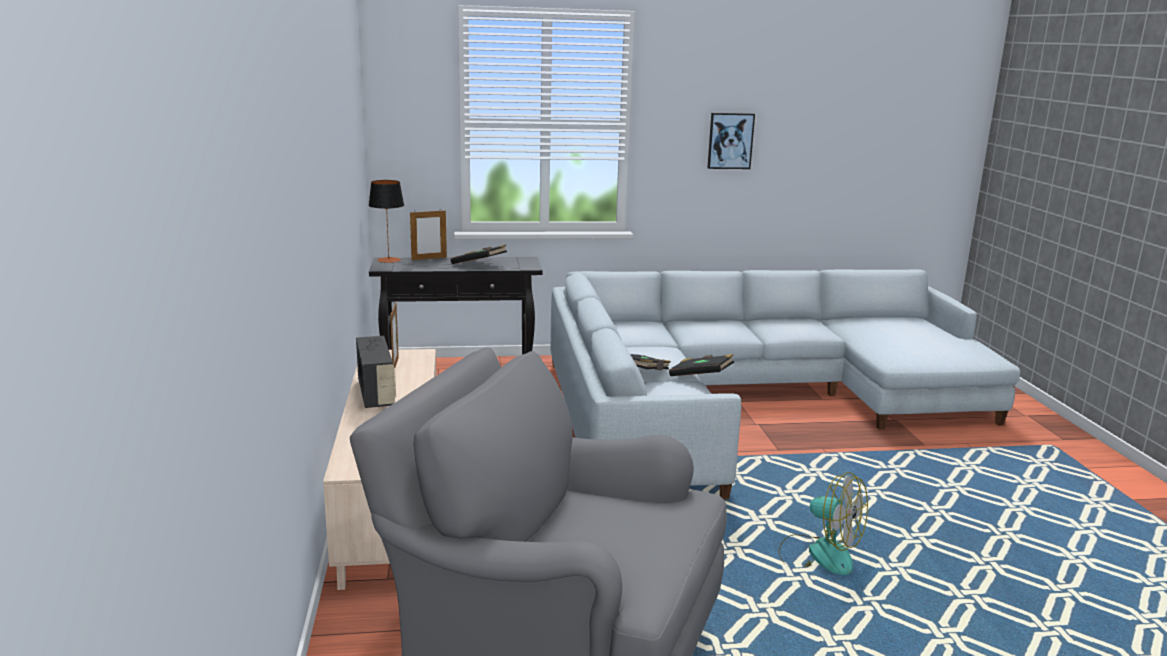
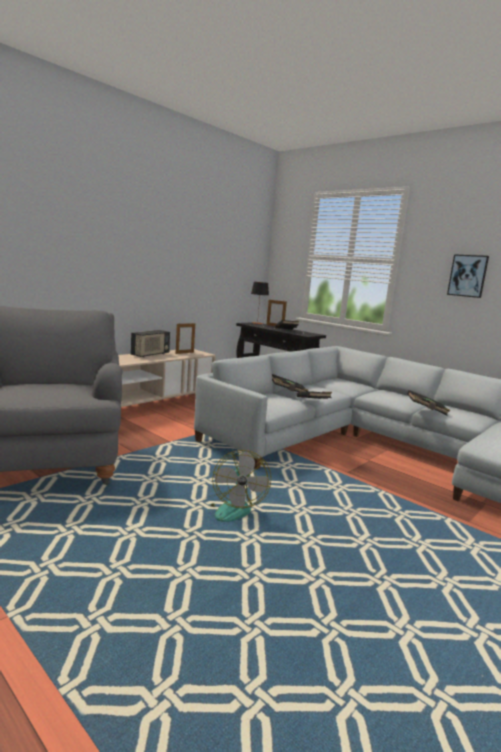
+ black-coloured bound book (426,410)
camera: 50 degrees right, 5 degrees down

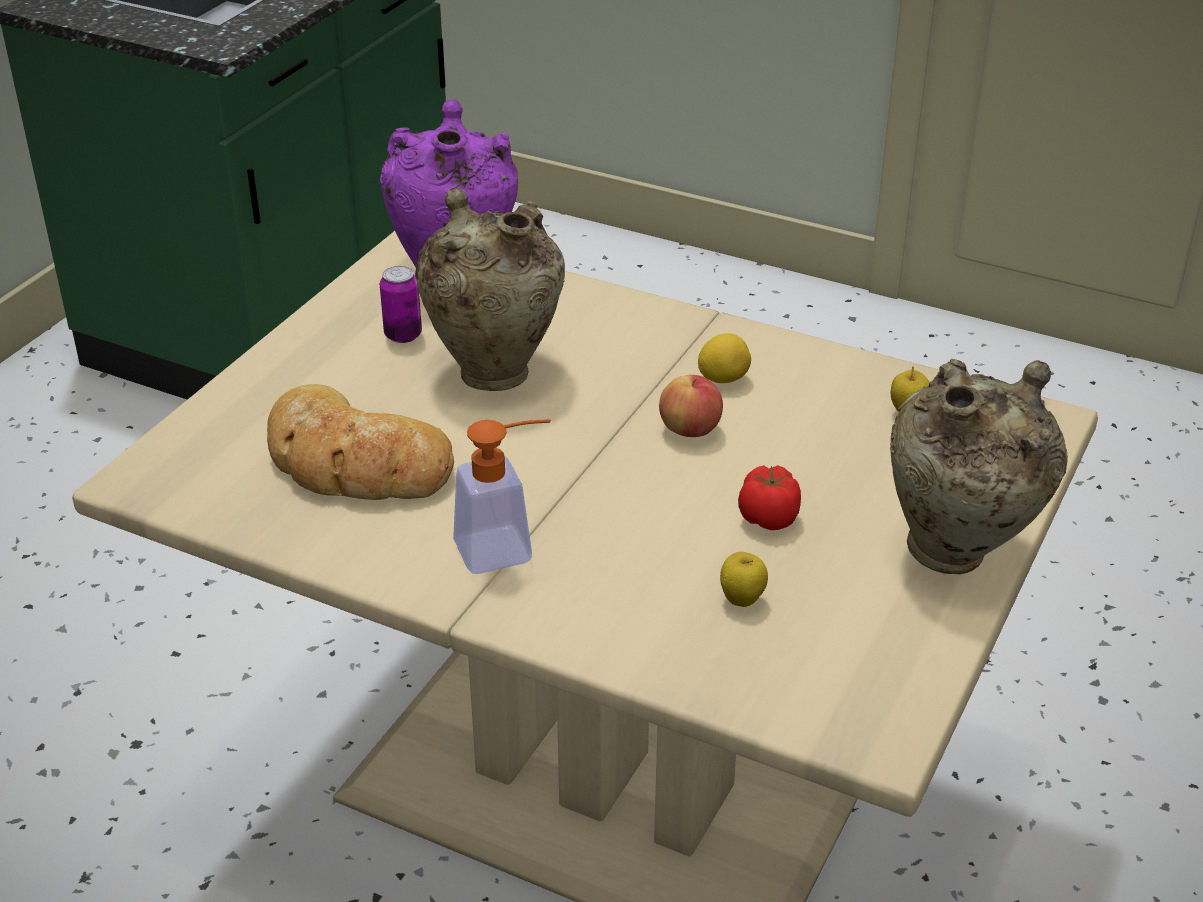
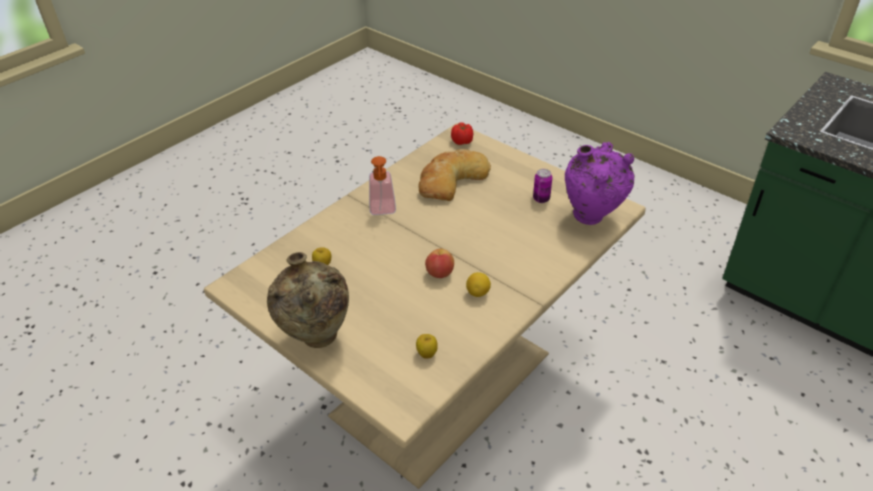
- beige vase (494,371)
~ whole tomato (769,517) to (462,141)
camera: 105 degrees right, 5 degrees up

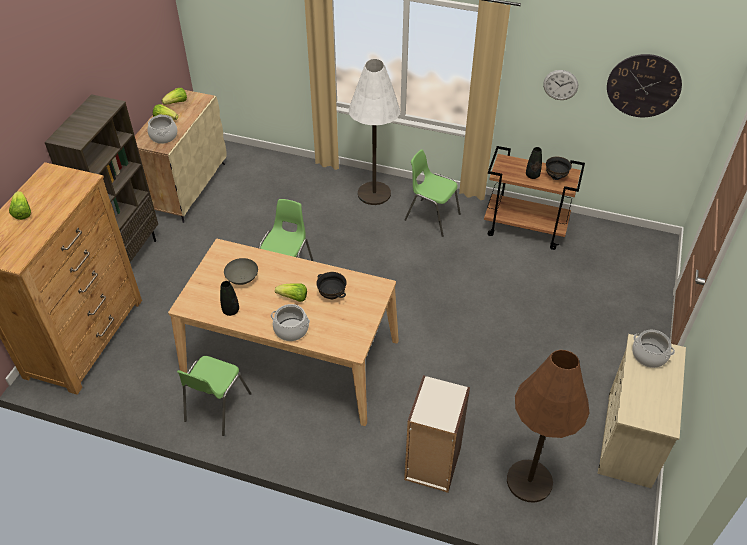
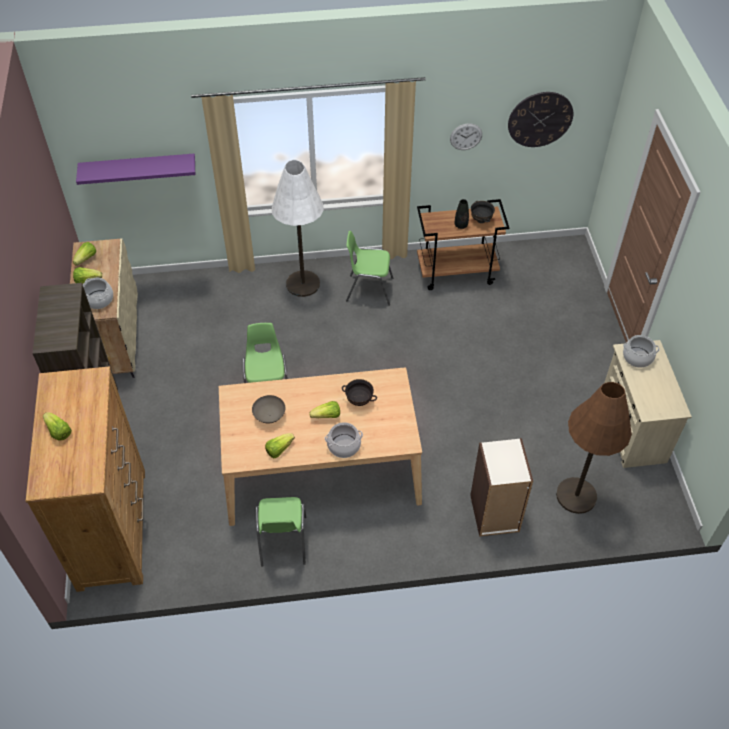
~ black-coloured vase (231,311) to lettuce (279,449)
+ purple bracket shelf (138,168)
camera: 25 degrees left, 5 degrees up

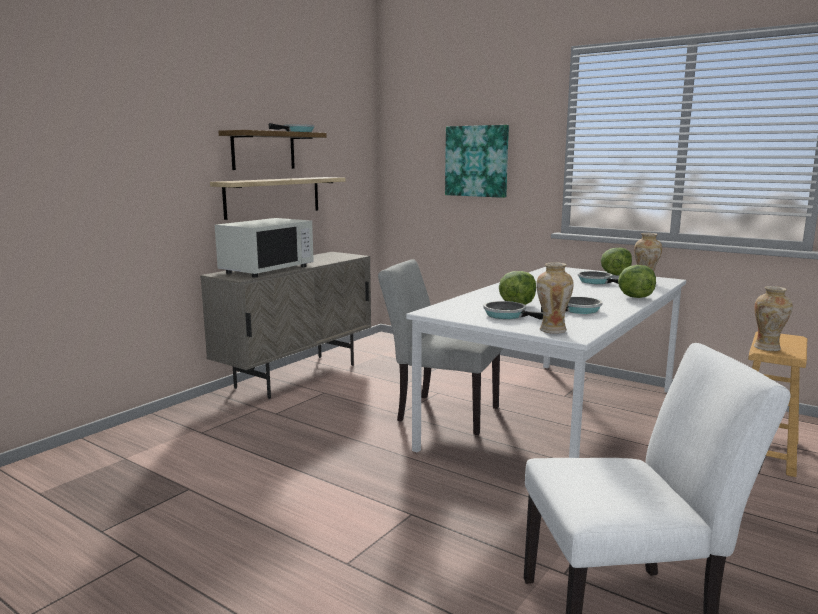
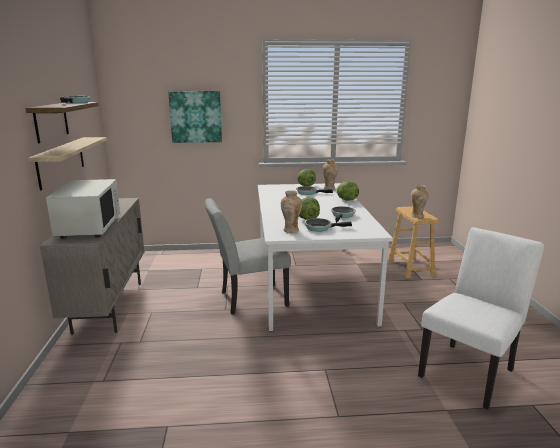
~ vase (552,330) to (291,230)
camera: 40 degrees left, 5 degrees up

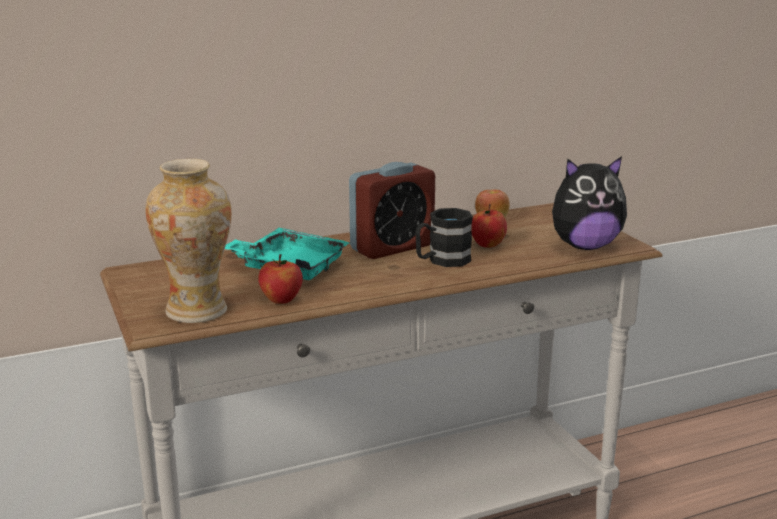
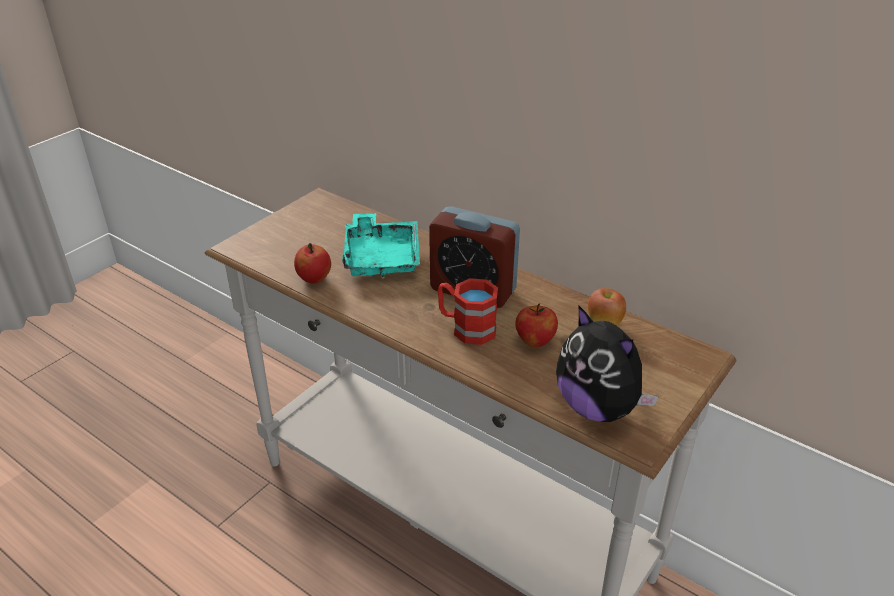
- vase (197,311)
~ black-coloured mug (442,261) to reddish mug (466,327)
camera: 60 degrees right, 15 degrees up

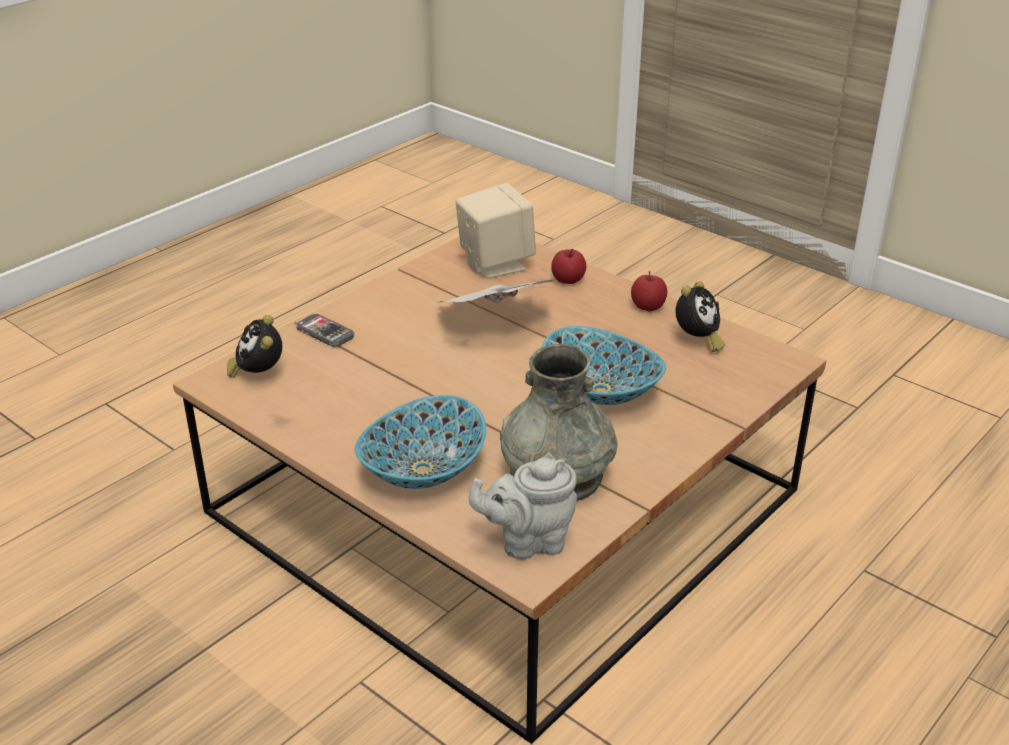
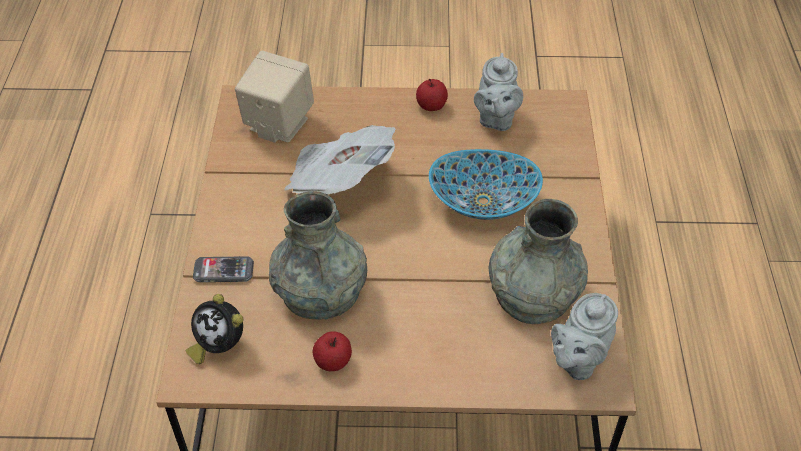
~ apple (568,280) to (333,361)
~ table clock (697,341) to greyish pot for tea (495,119)
- deep dish (424,470)
+ greyish vase (321,291)
camera: 40 degrees left, 15 degrees up

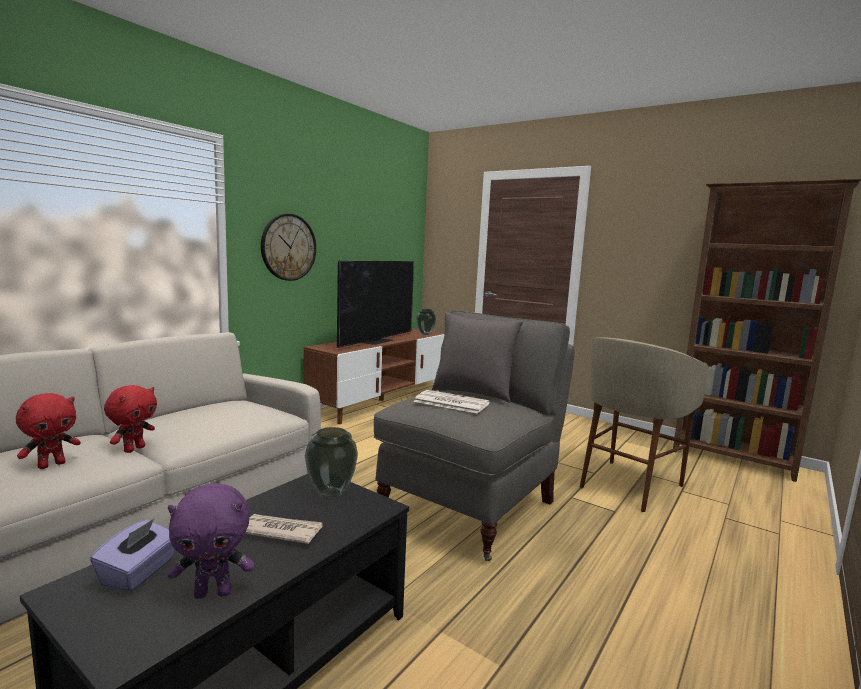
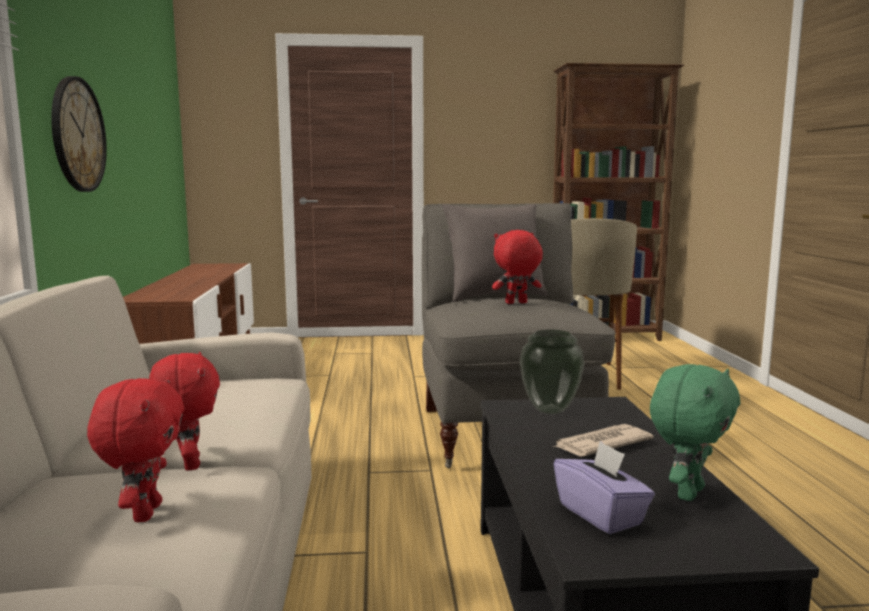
- television (377,341)
- vase (425,334)
~ newspaper (450,402) to reddish plush toy (516,303)
~ purple plush toy (213,592) to green plush toy (687,493)
camera: 40 degrees left, 0 degrees up

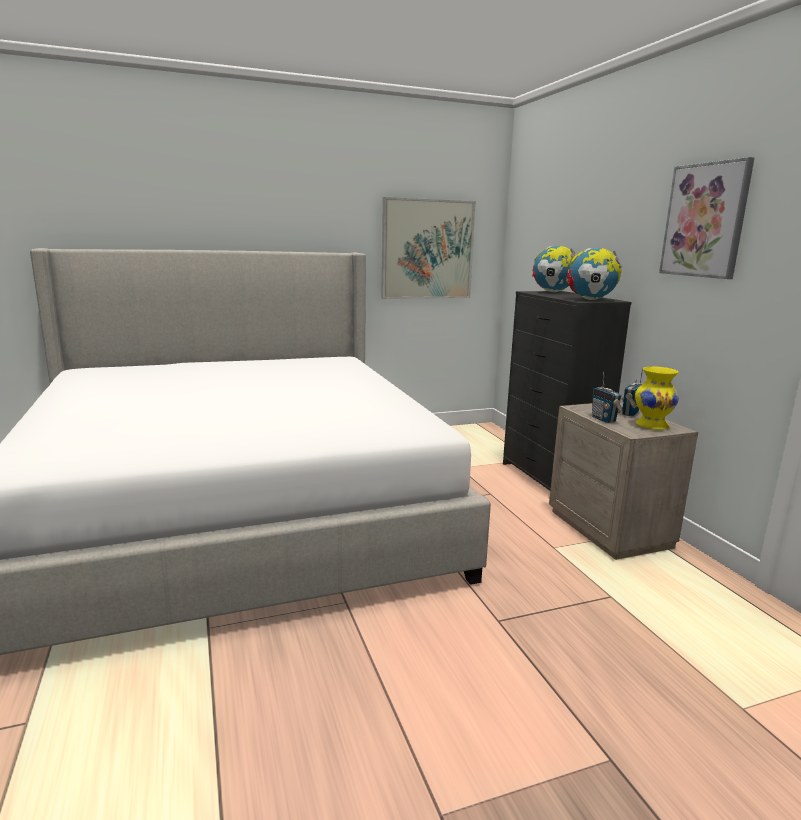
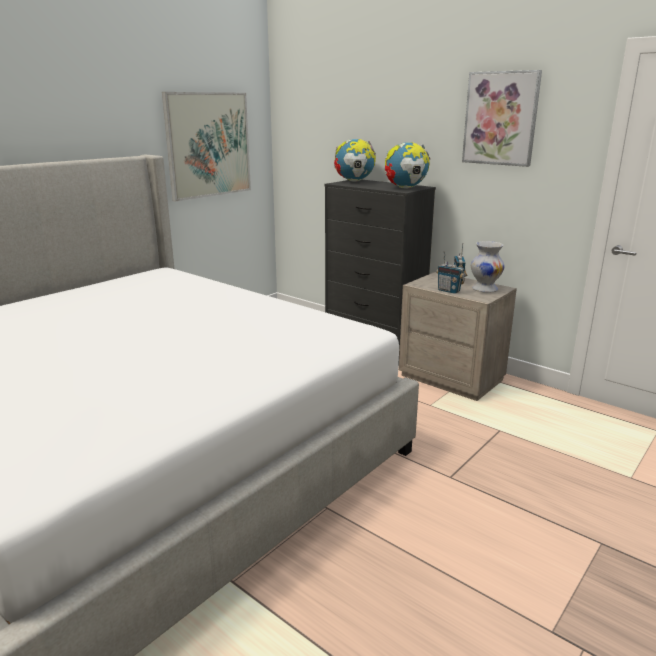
~ yellow vase (651,426) to white vase (484,289)
camera: 30 degrees left, 5 degrees up

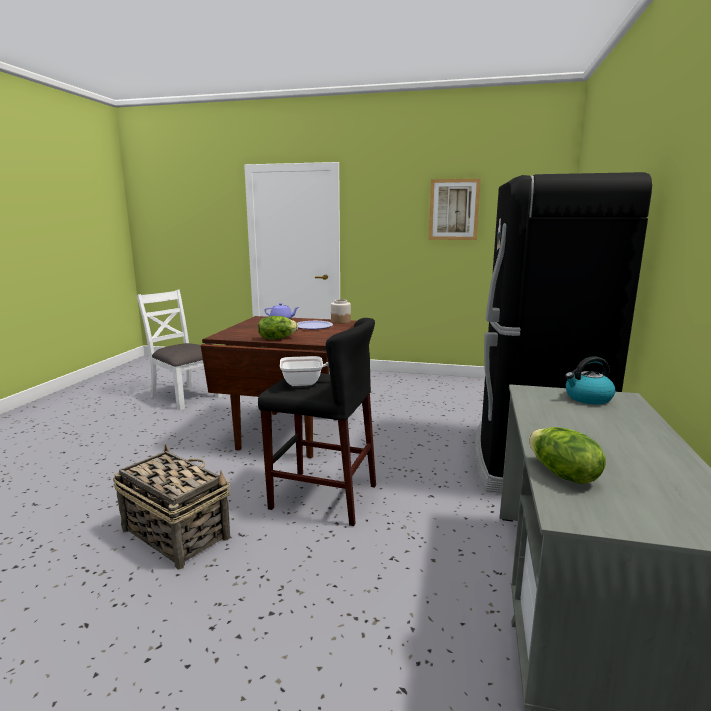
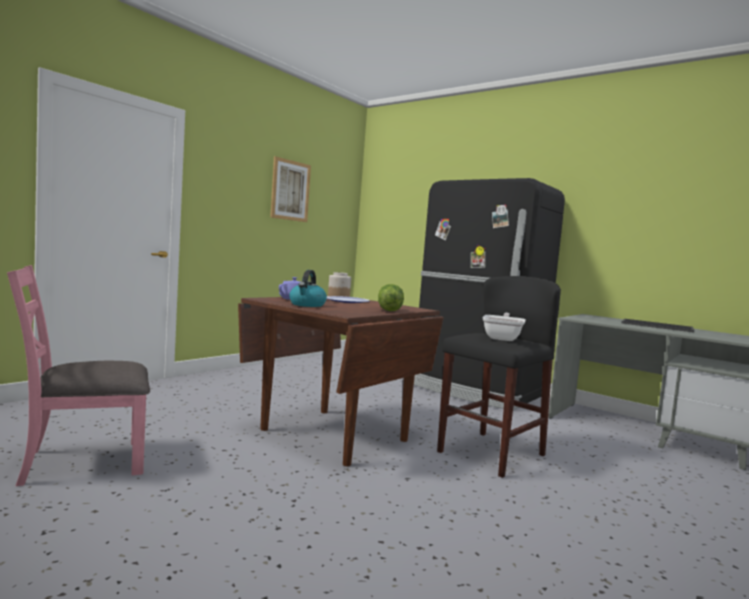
~ white upright chair (185,396) to pink upright chair (83,461)
~ water kettle (587,398) to (307,305)
- lettuce (562,474)
- basket (175,533)
+ tray (656,326)
camera: 65 degrees left, 10 degrees down

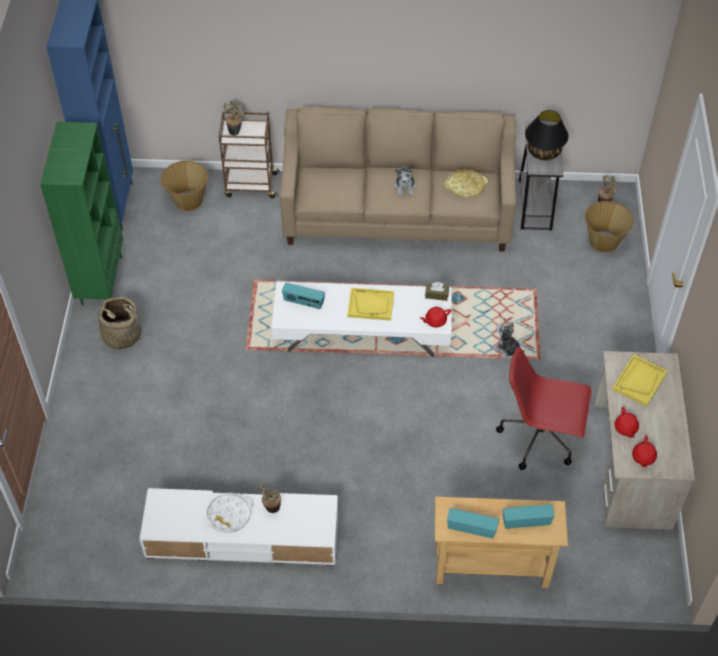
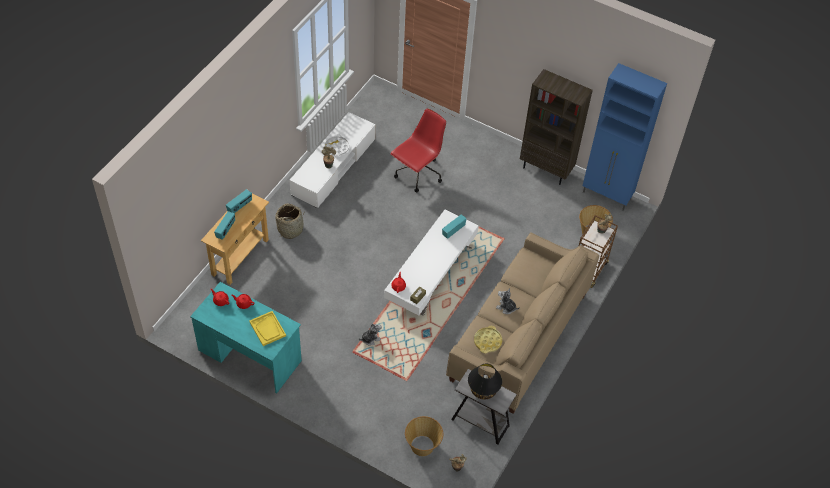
~ green shelving unit (101,280) to brown shelving unit (546,169)
- yellow tray (371,305)
~ basket (122,335) to (290,229)
~ reddish desk chair (540,438) to (418,174)
~ beige desk (631,465) to turquoise-coloured desk (250,355)
camera: 115 degrees right, 0 degrees up

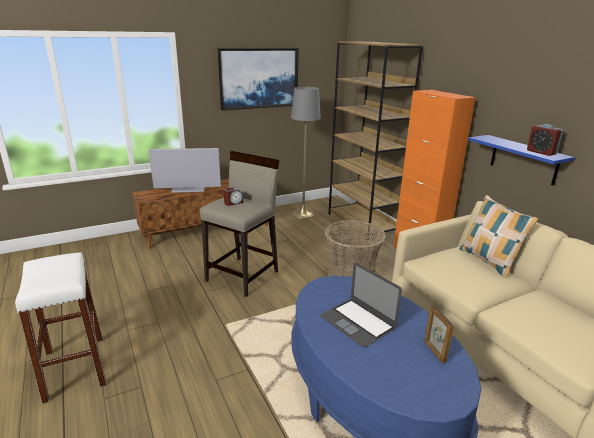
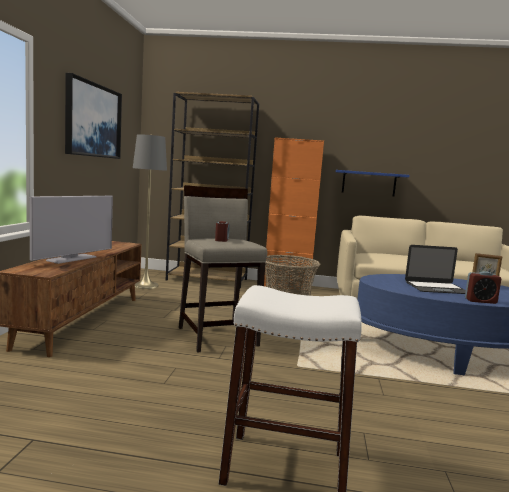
~ table clock (541,152) to (480,301)
- throw pillow (489,261)
camera: 55 degrees left, 15 degrees down

